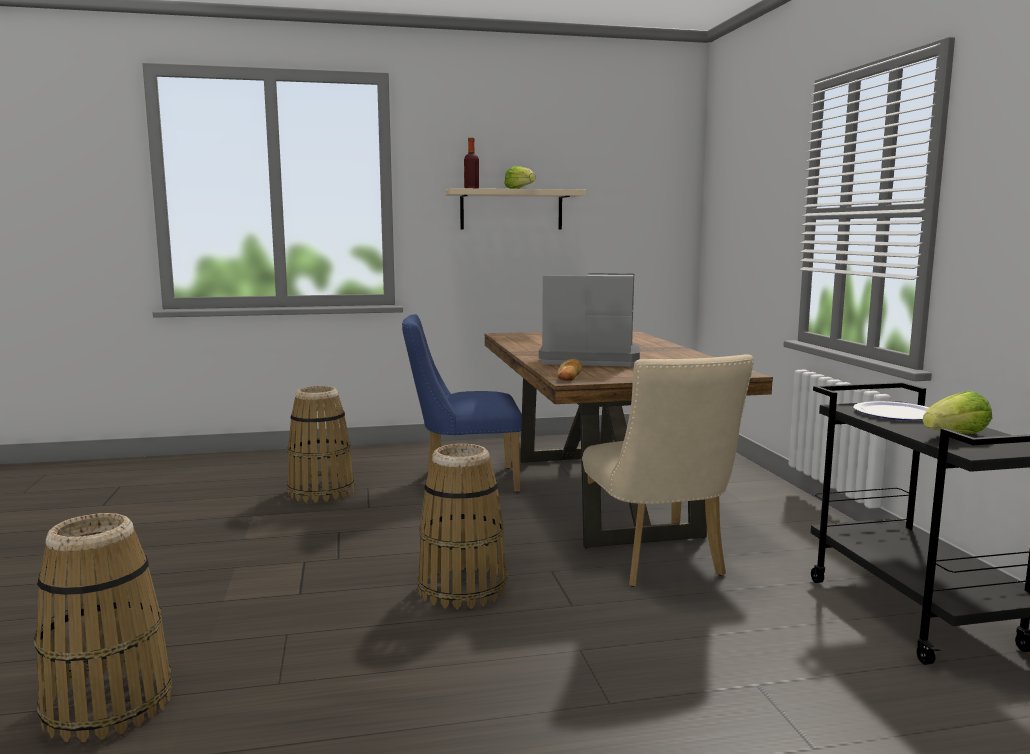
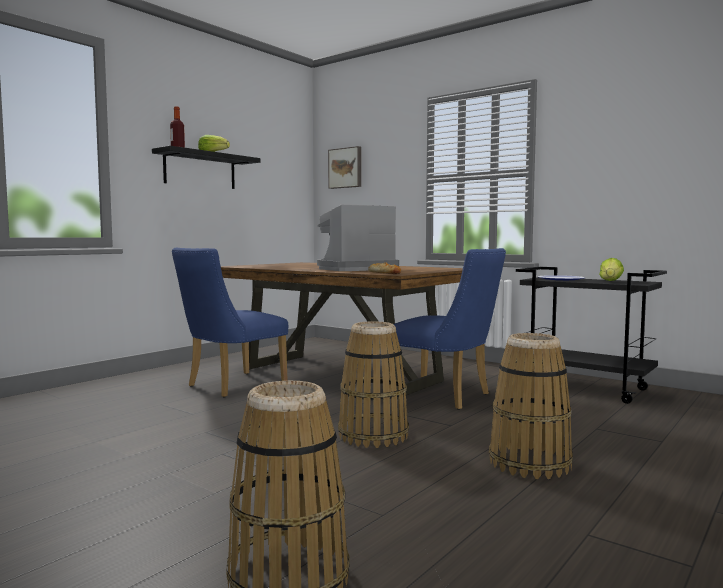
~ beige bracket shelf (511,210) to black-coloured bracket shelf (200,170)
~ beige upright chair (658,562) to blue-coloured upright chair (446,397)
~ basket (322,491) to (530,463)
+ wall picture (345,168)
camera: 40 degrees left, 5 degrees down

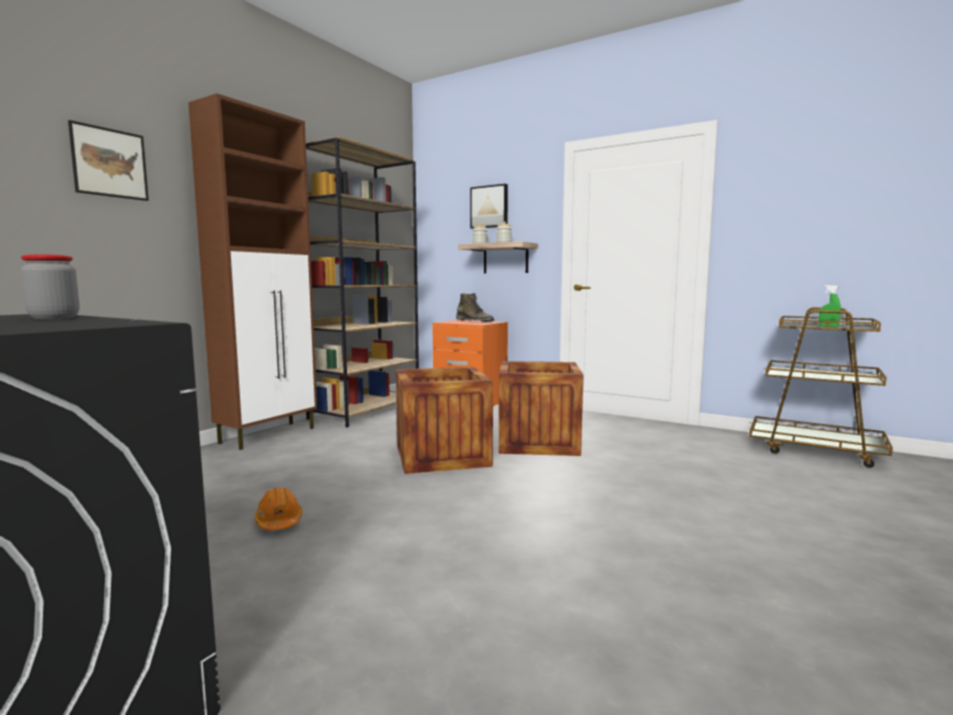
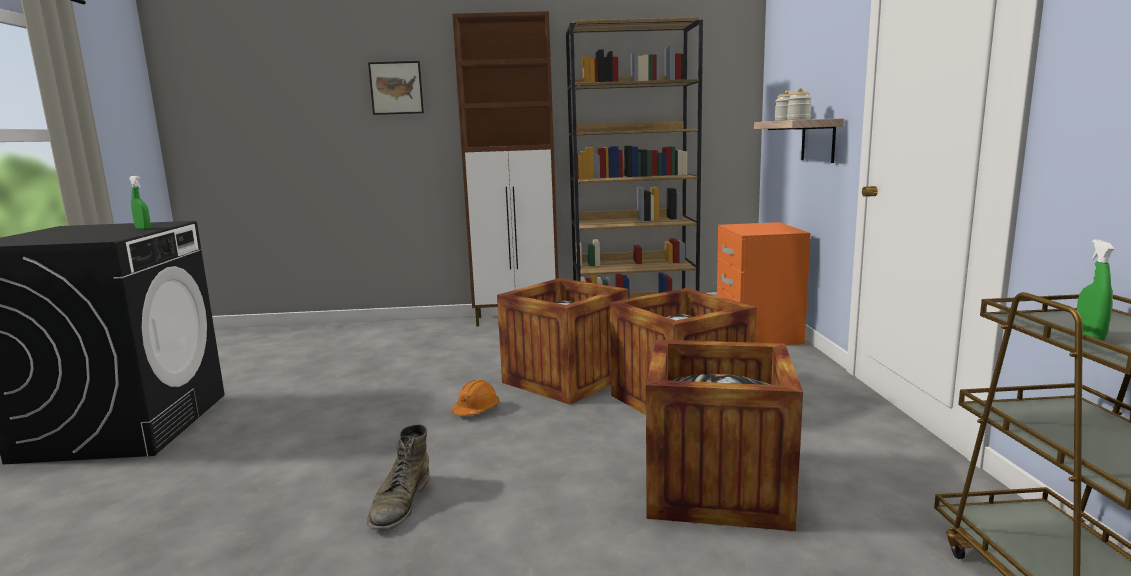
- wall picture (489,207)
~ jar (54,318) to green hand sprayer (143,228)
~ green boot (474,321) to (400,503)
~ orangey safety helmet (279,522) to (476,409)
+ packing crate (718,487)
camera: 55 degrees right, 5 degrees up

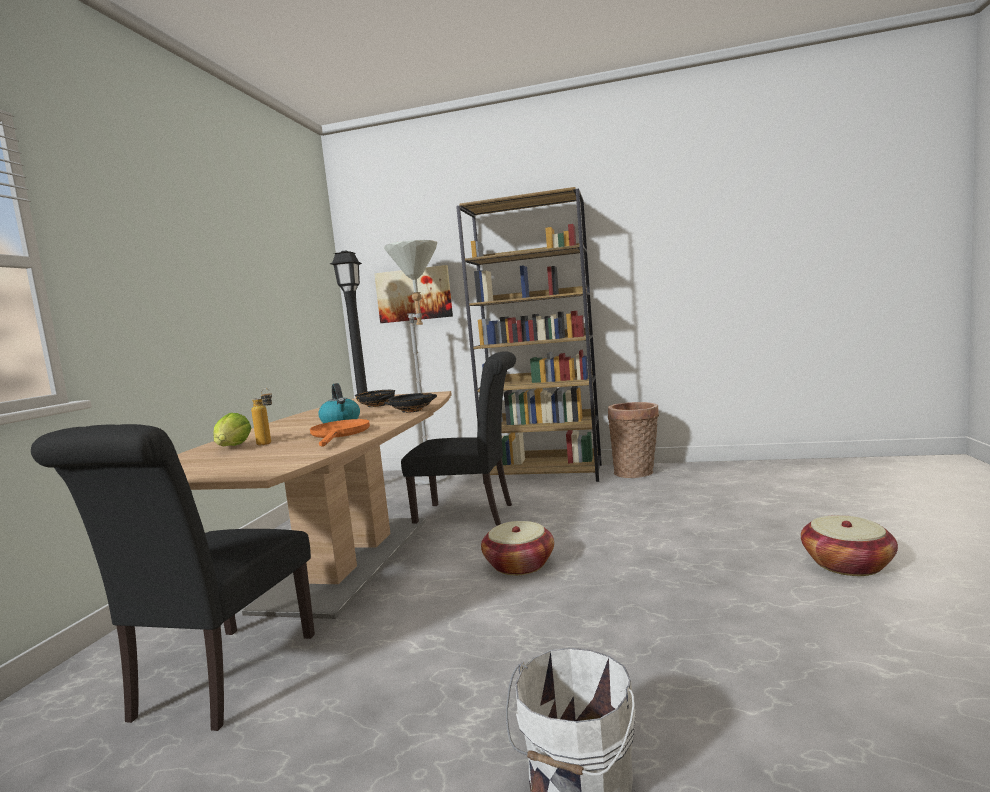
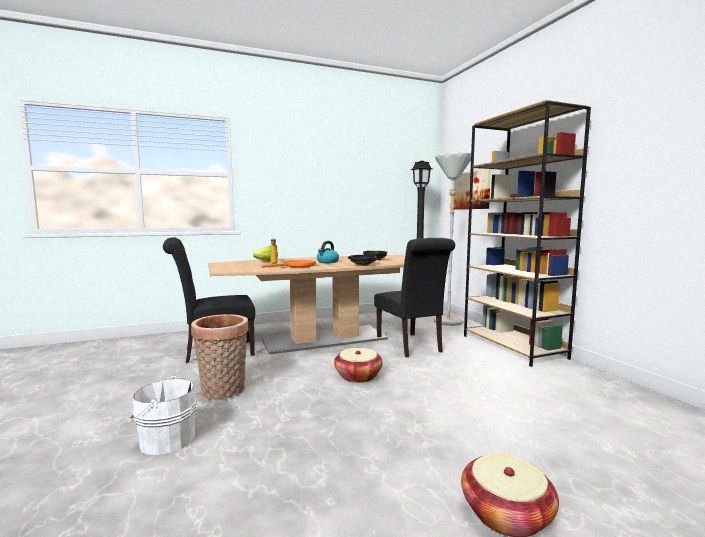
~ basket (636,472) to (223,392)
camera: 55 degrees right, 0 degrees up

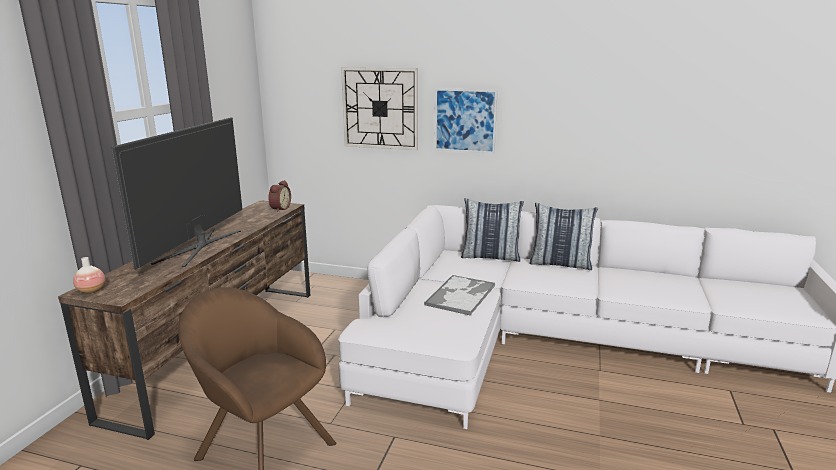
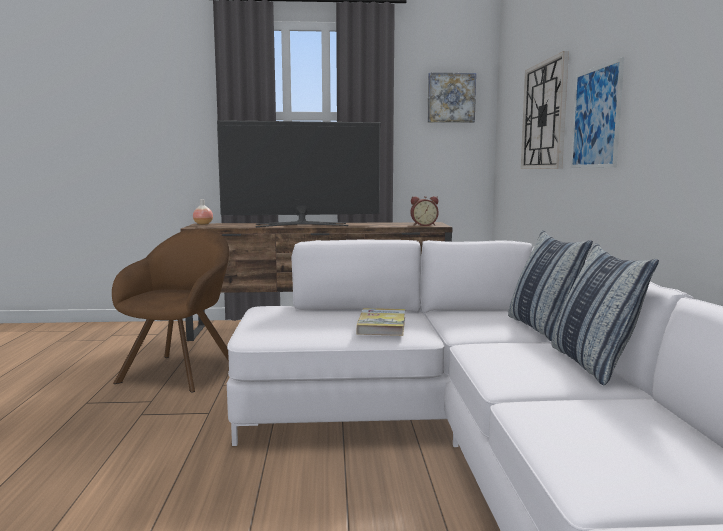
~ tray (461,295) to bound book (382,325)
+ wall picture (451,98)
camera: 70 degrees right, 10 degrees down

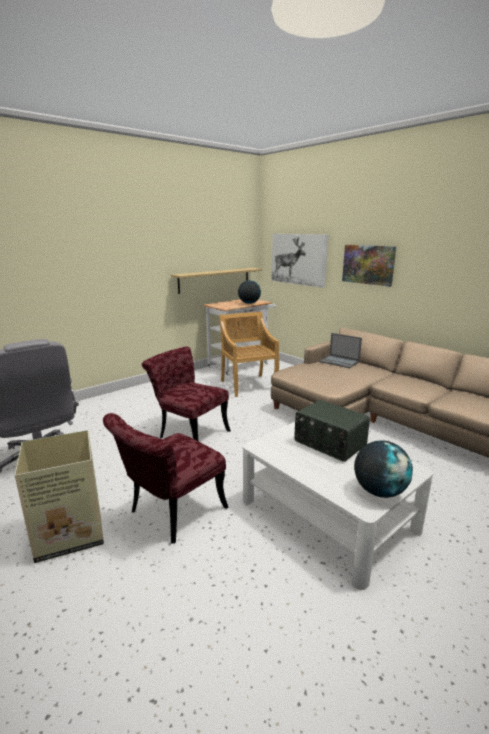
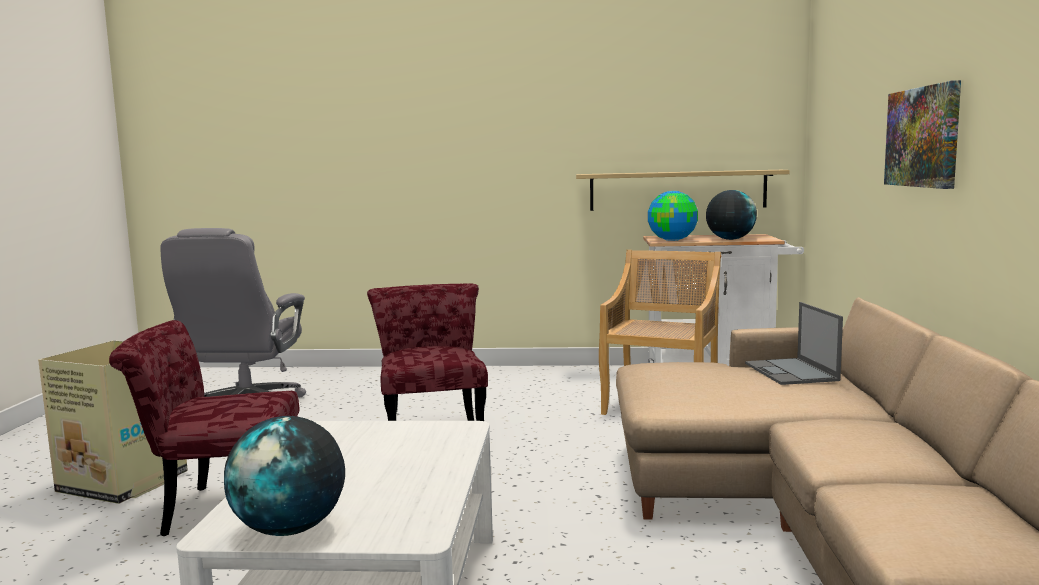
- wall picture (298,259)
- radio (329,444)
+ desk globe (673,240)
camera: 45 degrees right, 10 degrees down

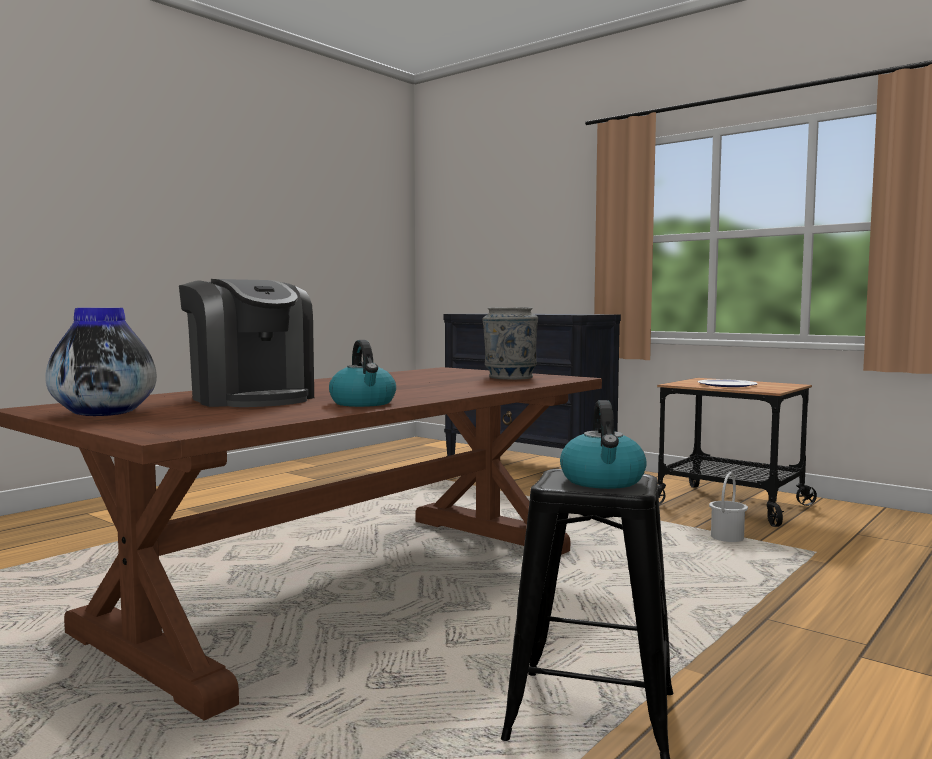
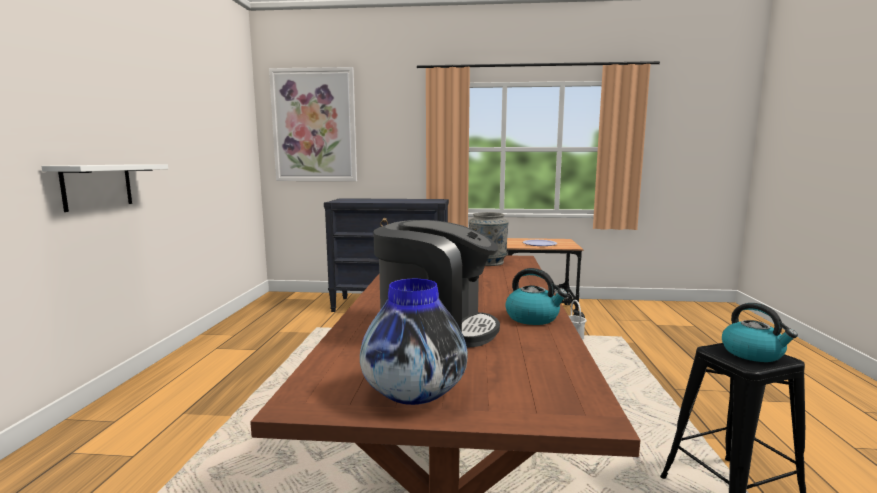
+ wall picture (314,125)
+ white bracket shelf (97,186)
camera: 35 degrees left, 5 degrees up

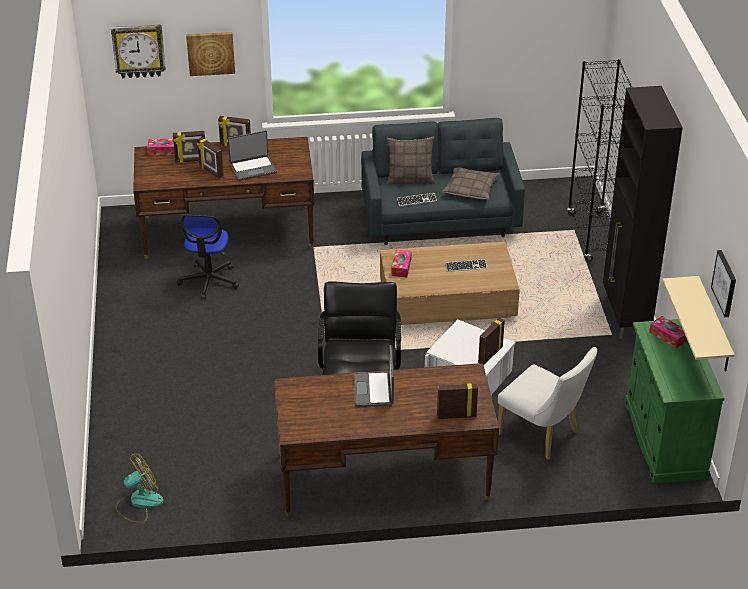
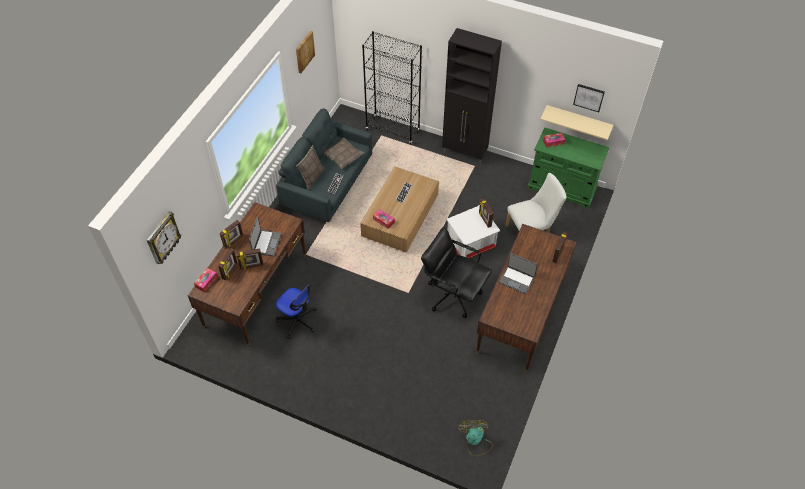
~ wall picture (210,53) to (304,51)
camera: 60 degrees left, 15 degrees up

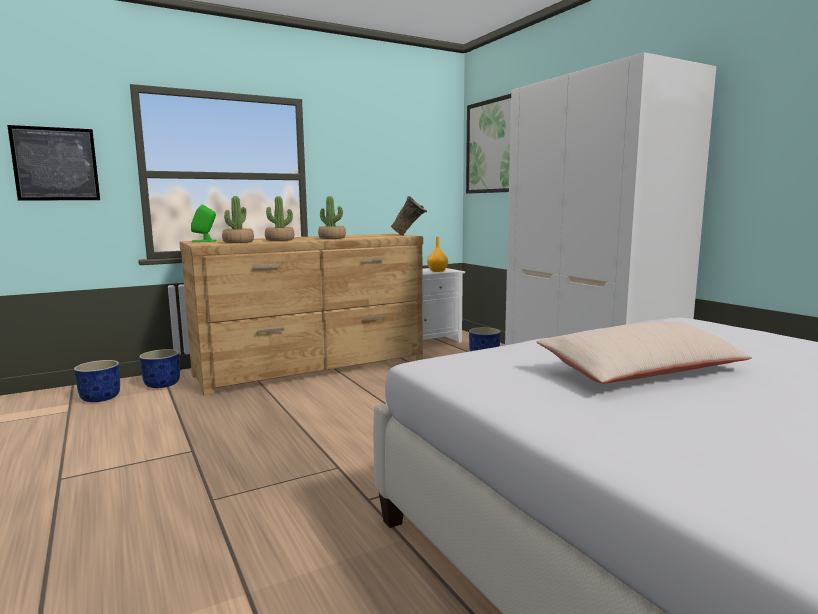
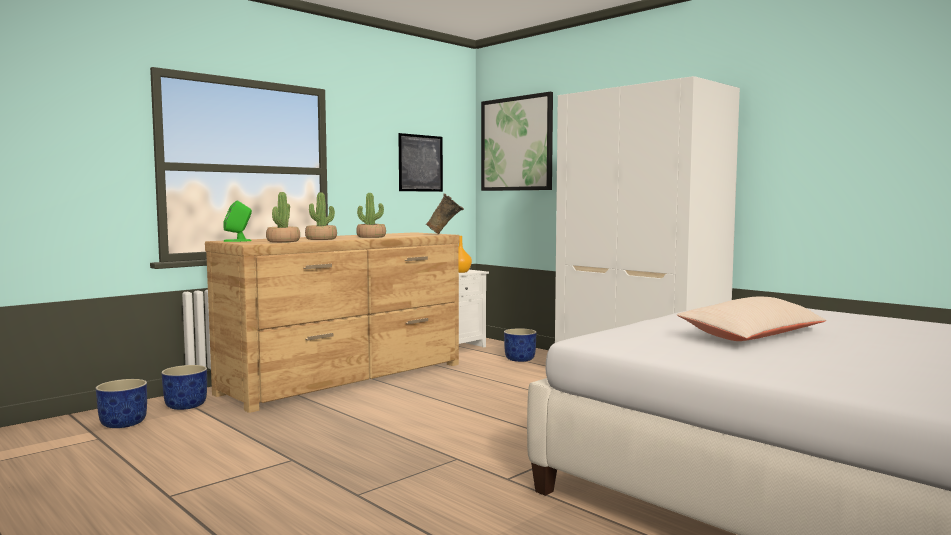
~ wall picture (55,164) to (420,163)
camera: 15 degrees left, 5 degrees down

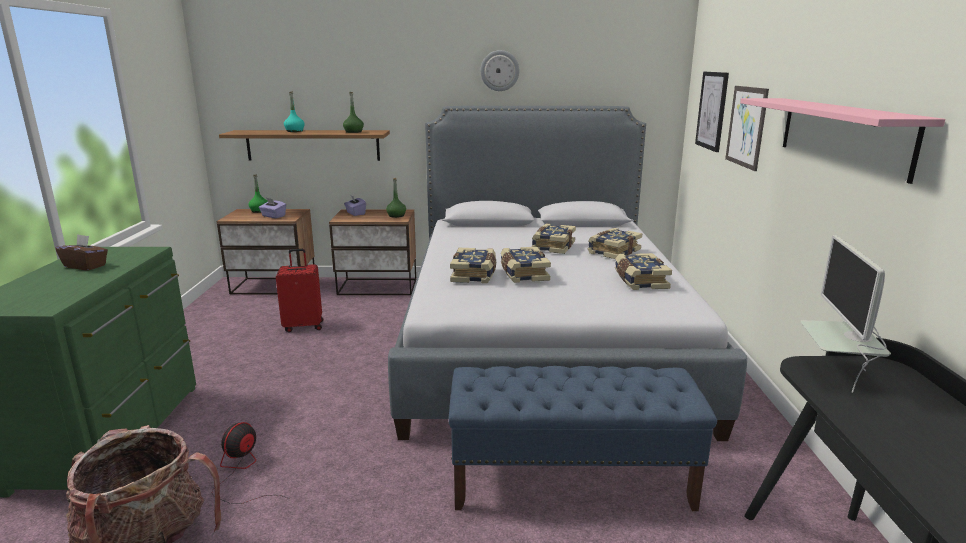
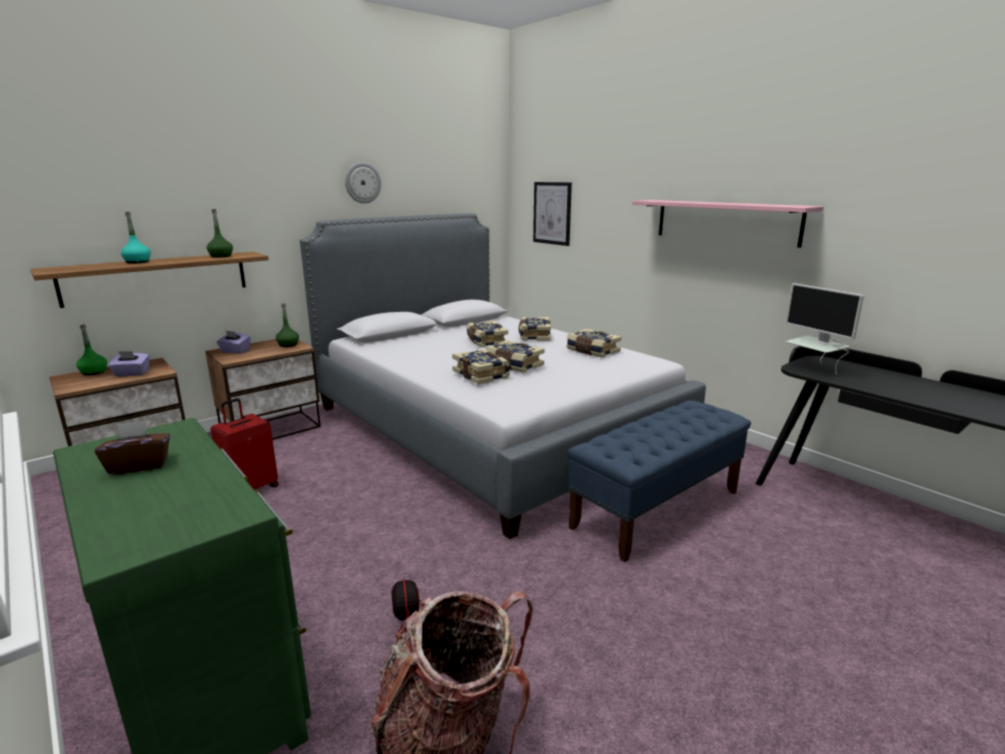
- wall picture (746,126)
camera: 40 degrees left, 0 degrees up

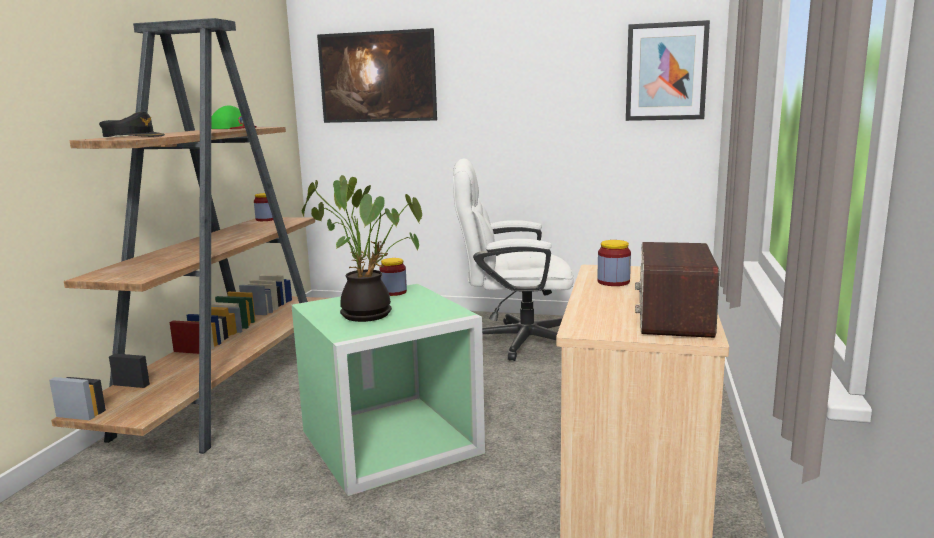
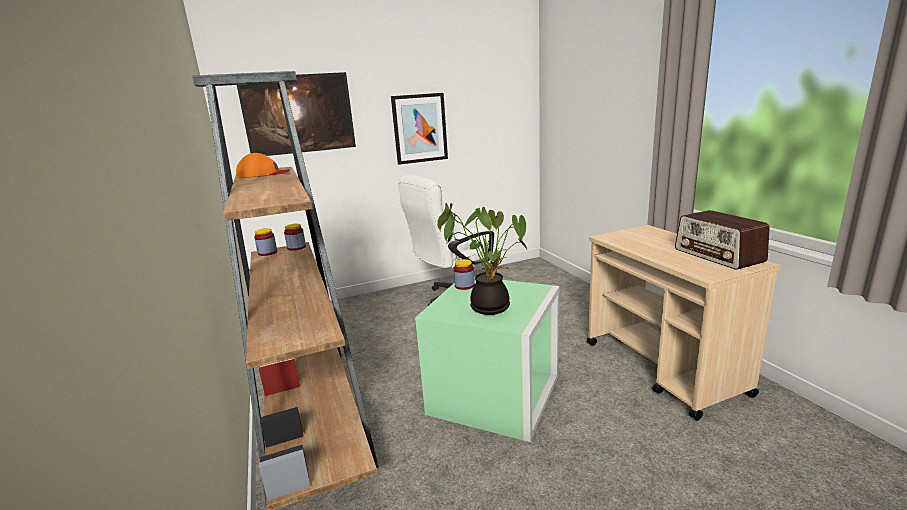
~ wall picture (666,72) to (420,128)
~ green peaked cap (233,128) to orangey peaked cap (263,174)
- black-coloured peaked cap (133,136)
~ jar (613,282) to (296,247)
camera: 35 degrees left, 5 degrees up

